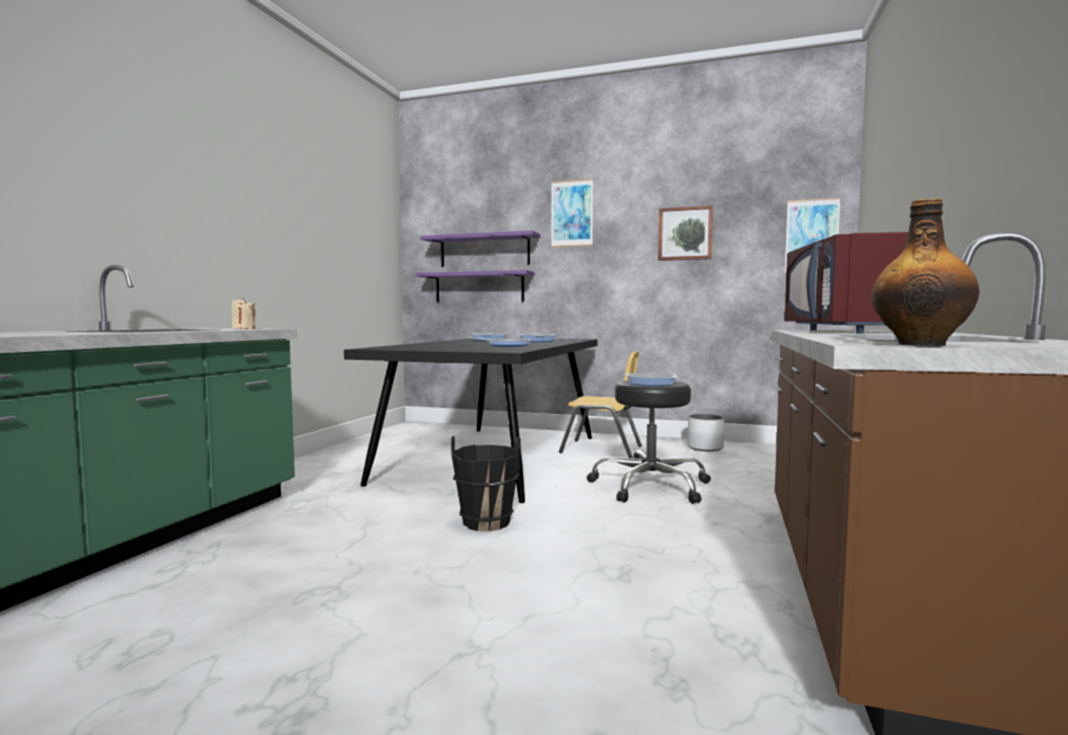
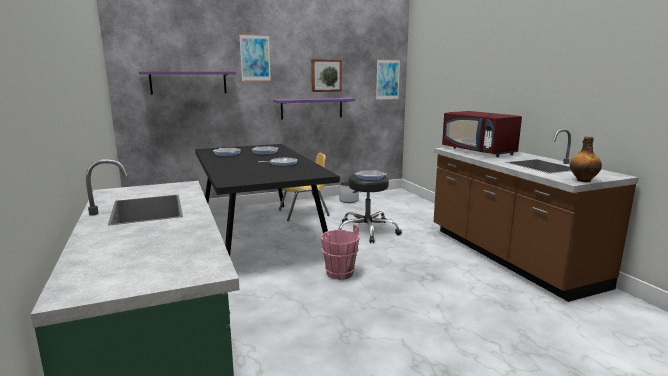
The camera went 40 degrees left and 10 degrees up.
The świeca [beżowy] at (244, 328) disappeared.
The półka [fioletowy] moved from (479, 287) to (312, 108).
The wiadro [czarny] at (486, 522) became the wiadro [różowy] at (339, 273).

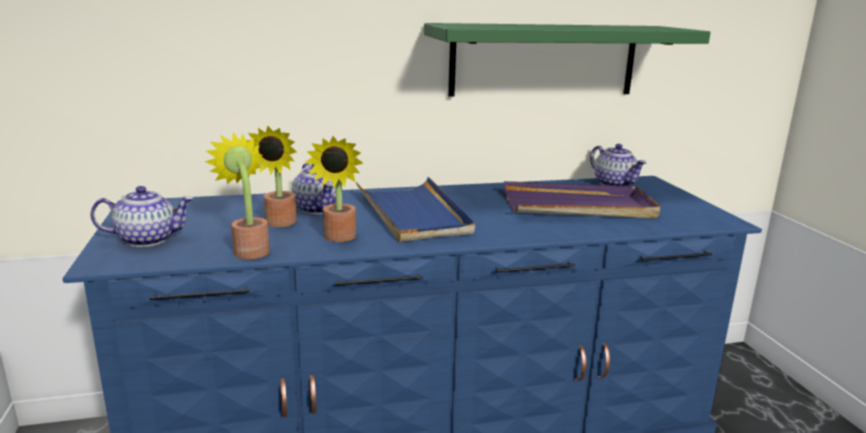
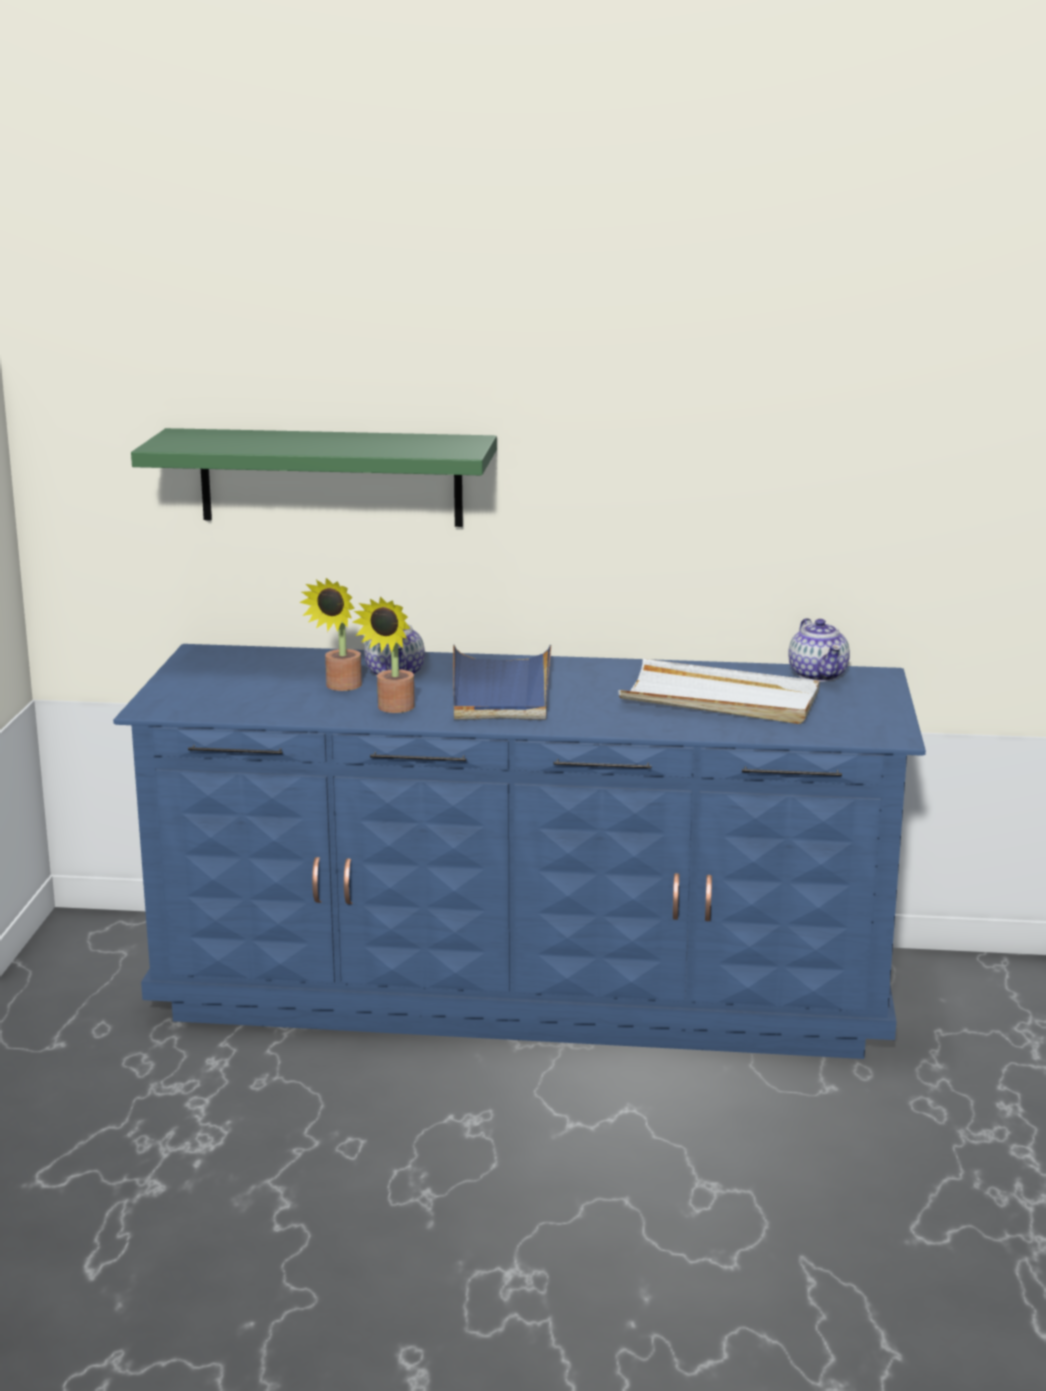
The camera went 20 degrees right and 0 degrees up.
The imbryk at (148, 239) disappeared.
The roślina doniczkowa at (249, 249) disappeared.
The półka [zielony] moved from (544, 60) to (331, 477).
The taca [fioletowy] at (578, 206) became the taca [biały] at (720, 700).

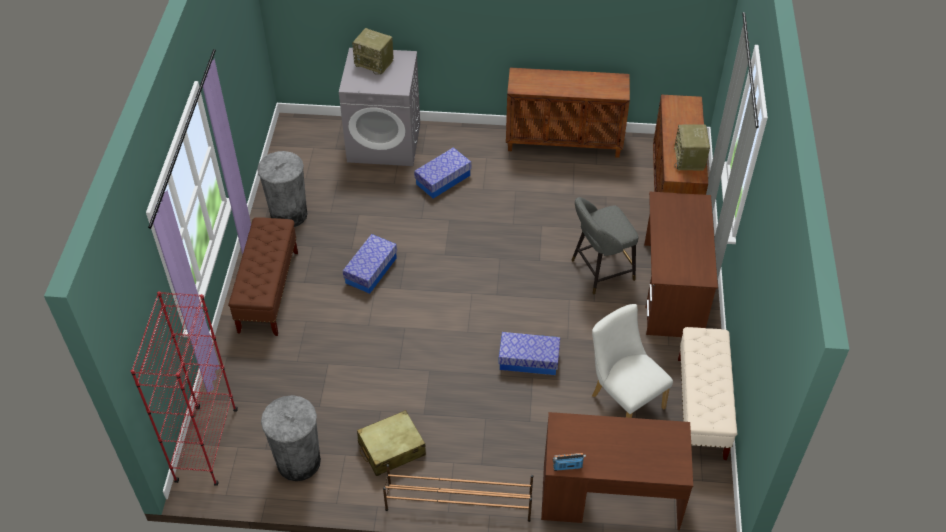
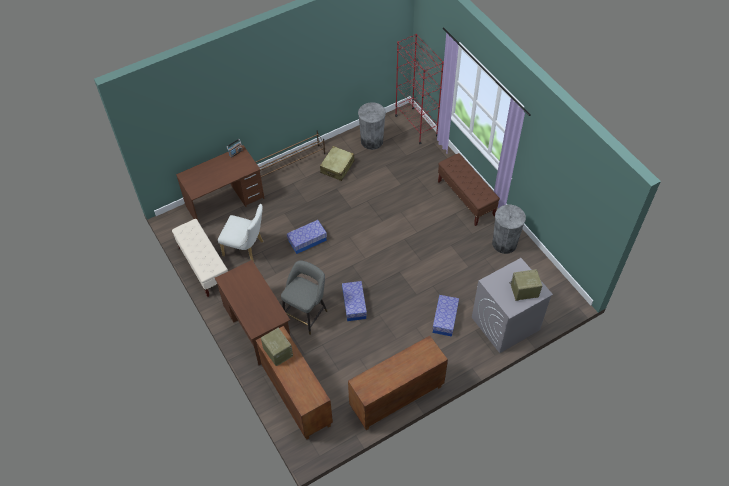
The camera went 145 degrees right and 5 degrees up.
The pojemnik do przechowywania moved from (371, 270) to (354, 305).

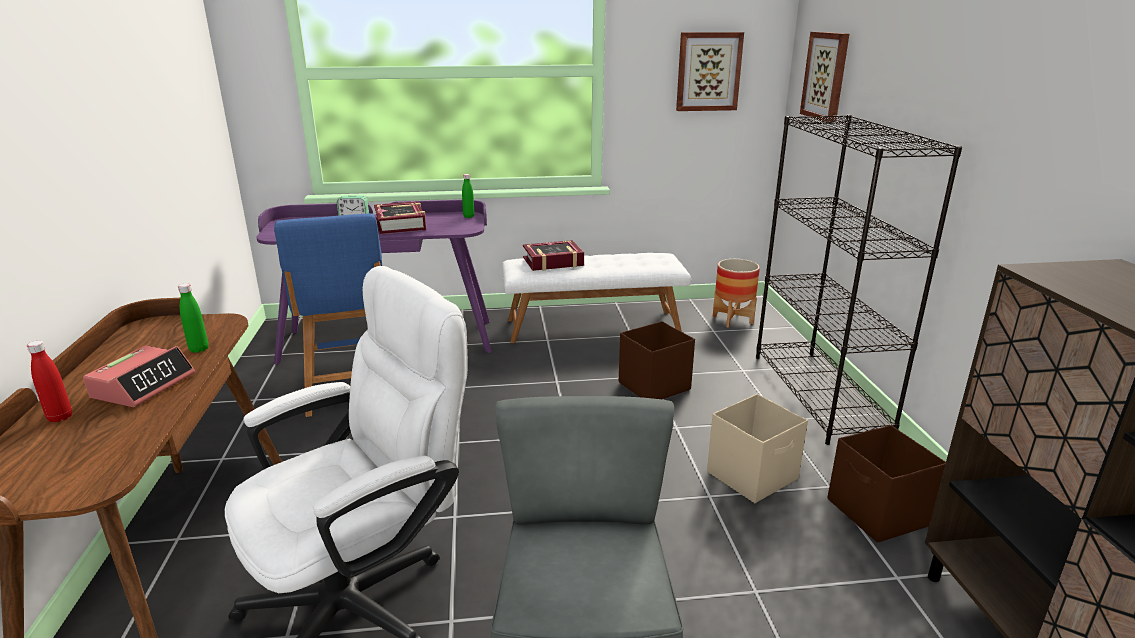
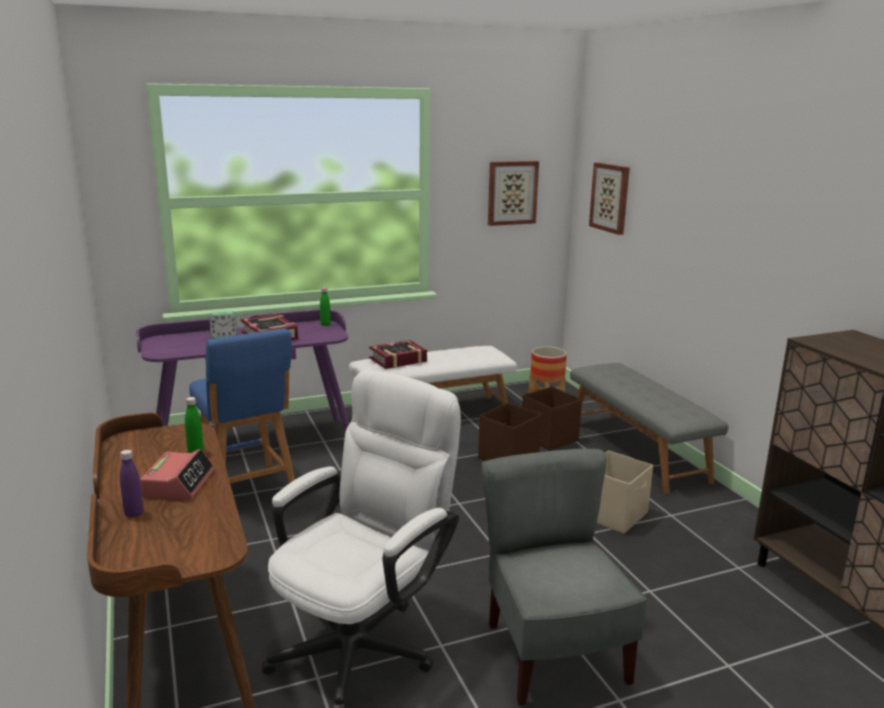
The camera went 15 degrees left and 5 degrees down.
The butelka [czerwony] at (60, 417) became the butelka [fioletowy] at (134, 514).
The regał [czarny] at (819, 394) was replaced by the ławka [szary] at (637, 450).
The pojemnik do przechowywania [brązowy] moved from (878, 513) to (549, 438).

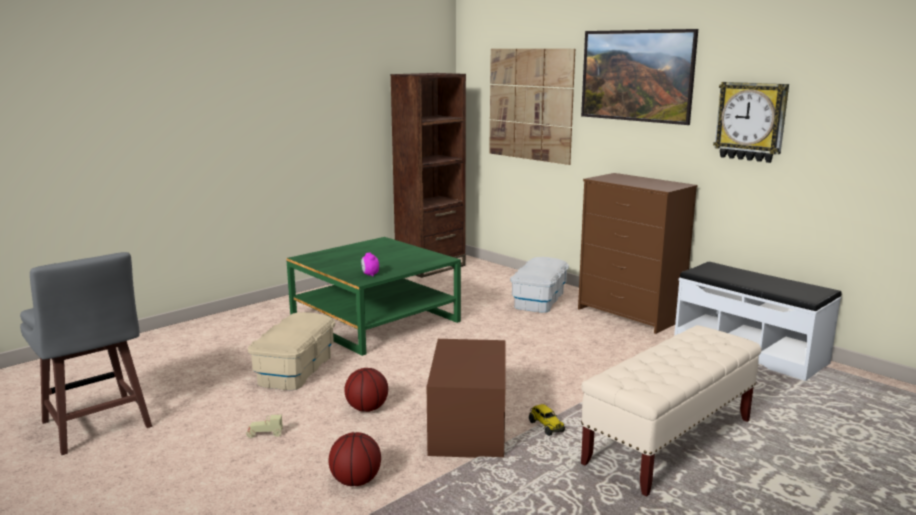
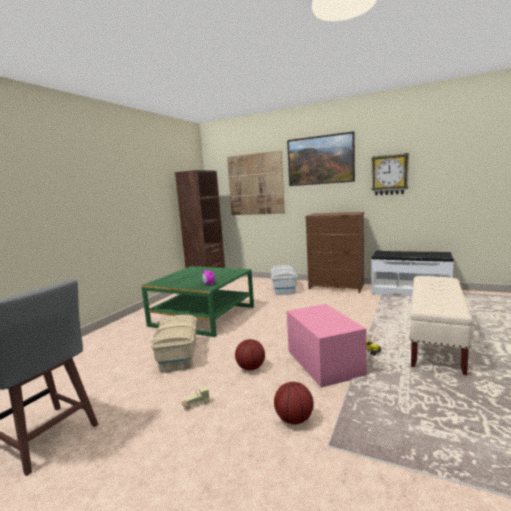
The camera went 20 degrees left and 5 degrees down.
The pojemnik do przechowywania [brązowy] at (468, 426) became the pojemnik do przechowywania [różowy] at (324, 362).

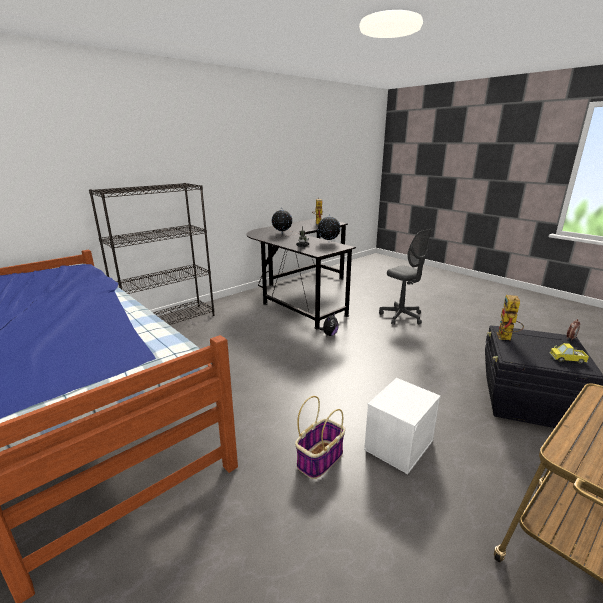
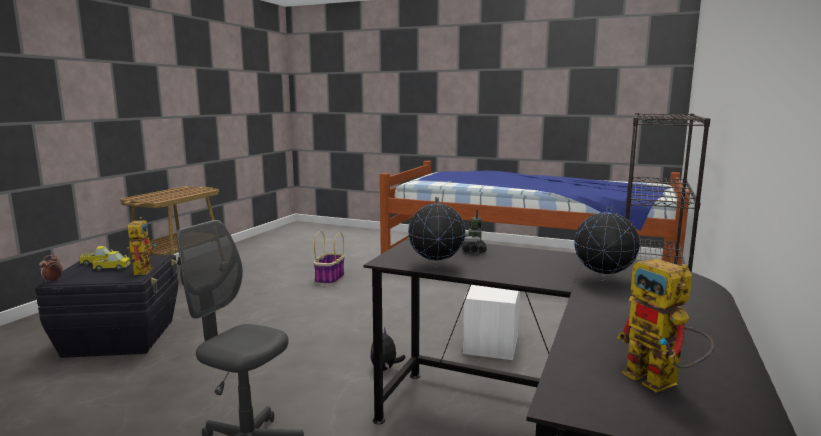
The camera went 155 degrees right and 10 degrees down.
The pojemnik do przechowywania [biały] moved from (398, 444) to (492, 344).
The ciężarówka zabawkowa at (112, 268) appeared.

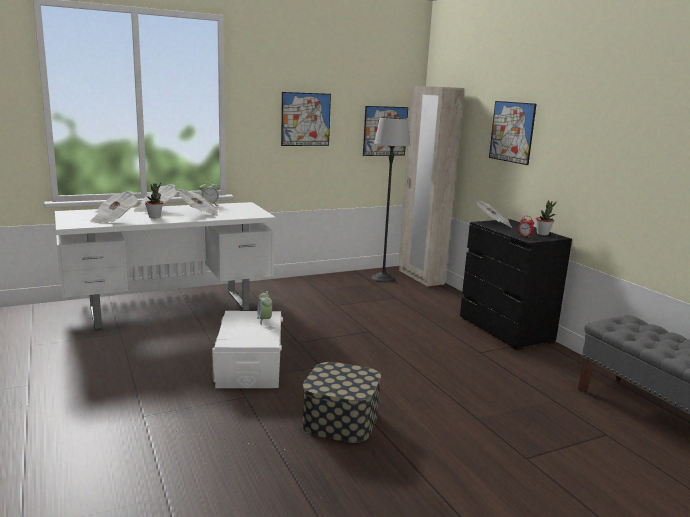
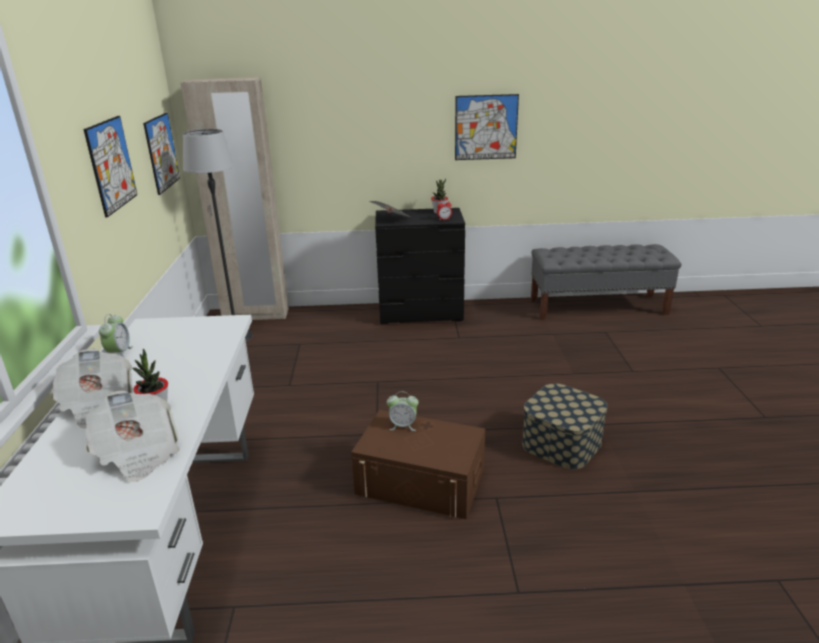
The camera went 65 degrees left and 10 degrees up.
The gazeta at (199, 213) disappeared.
The pojemnik do przechowywania [biały] at (250, 366) became the pojemnik do przechowywania [brązowy] at (420, 481).
The obraz moved from (511, 132) to (486, 127).

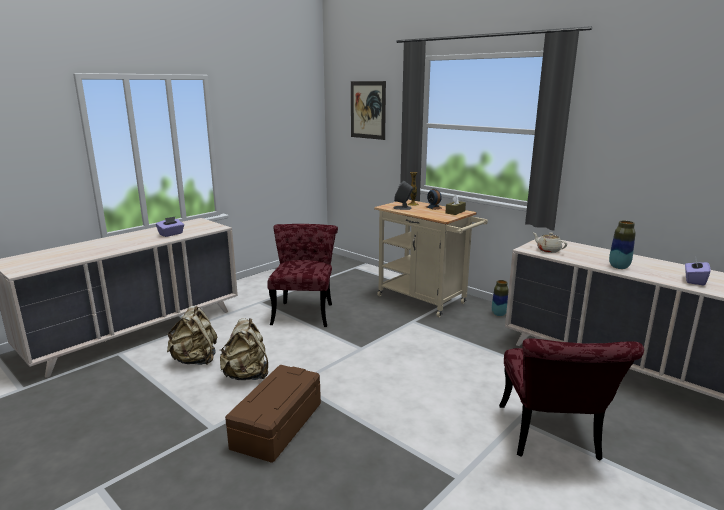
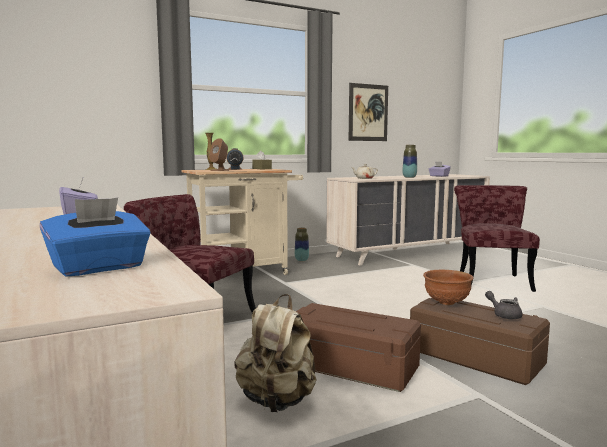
The camera went 70 degrees left and 10 degrees down.
The plecak [beżowy] at (247, 375) was replaced by the pojemnik do przechowywania [brązowy] at (352, 365).
The obraz moved from (368, 110) to (368, 112).
The głośnik [szary] at (402, 208) became the głośnik [brązowy] at (220, 170).
The krzesło [czerwony] at (551, 439) turned 105 degrees counterclockwise.
The pudełko chusteczek [niebieski] at (99, 268) appeared.
The miska [brązowy] at (446, 302) appeared.
The imbryk [szary] at (504, 315) appeared.

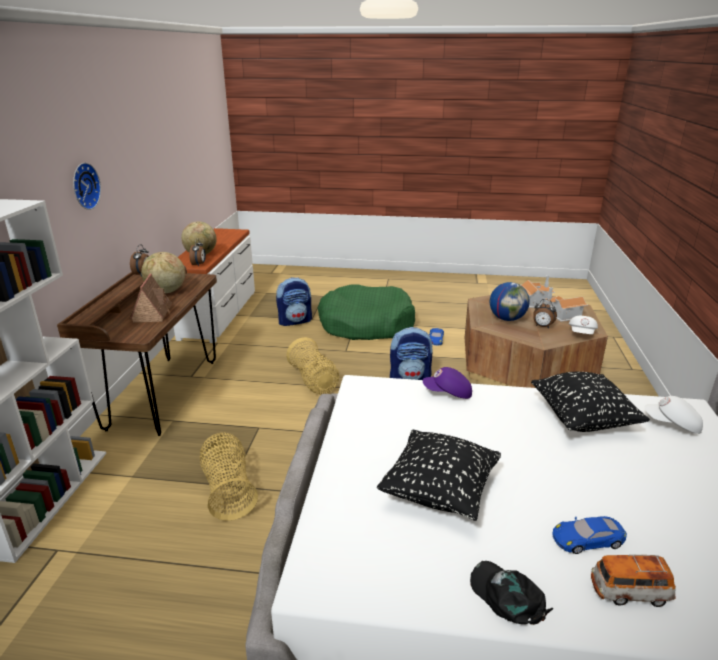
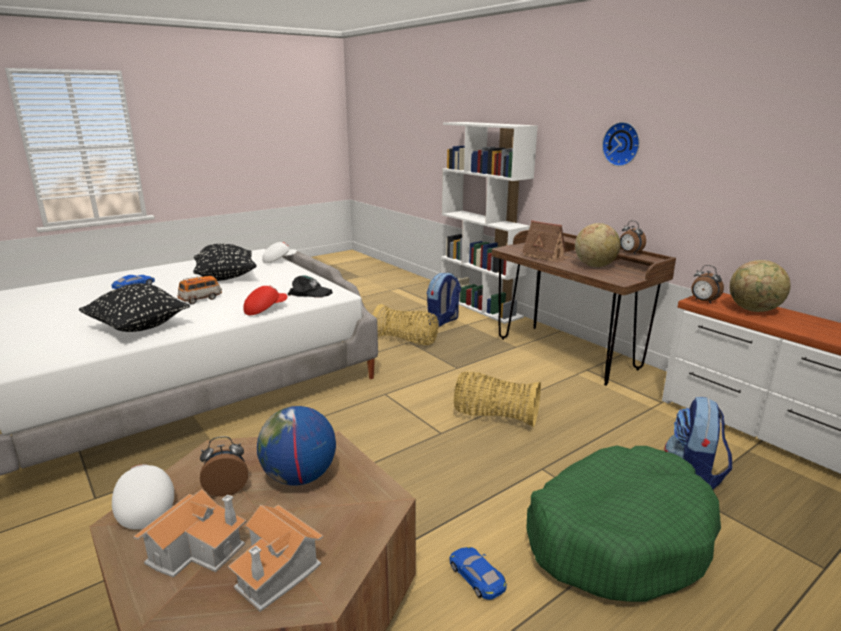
The camera went 135 degrees right and 5 degrees down.
The plecak moved from (410, 378) to (443, 321).
The czapka z daszkiem [fioletowy] at (448, 393) became the czapka z daszkiem [czerwony] at (265, 309).
The czapka z daszkiem [czarny] moved from (507, 596) to (310, 293).
The samochodzik moved from (629, 592) to (201, 299).
The czapka z daszkiem [biały] moved from (672, 425) to (279, 260).

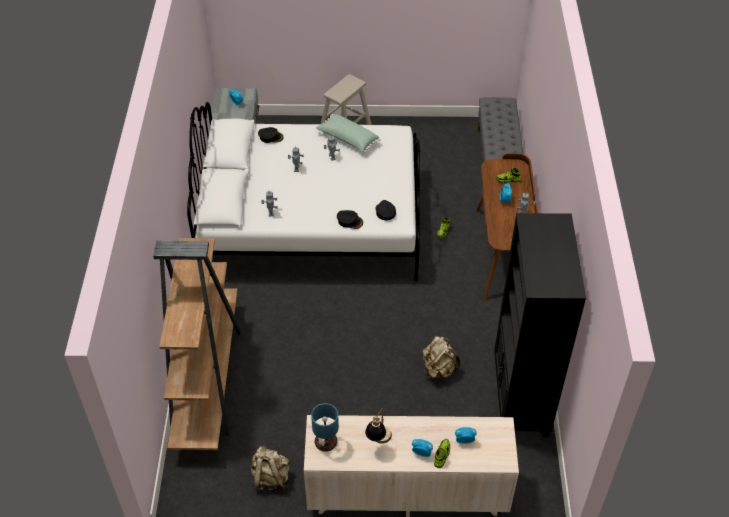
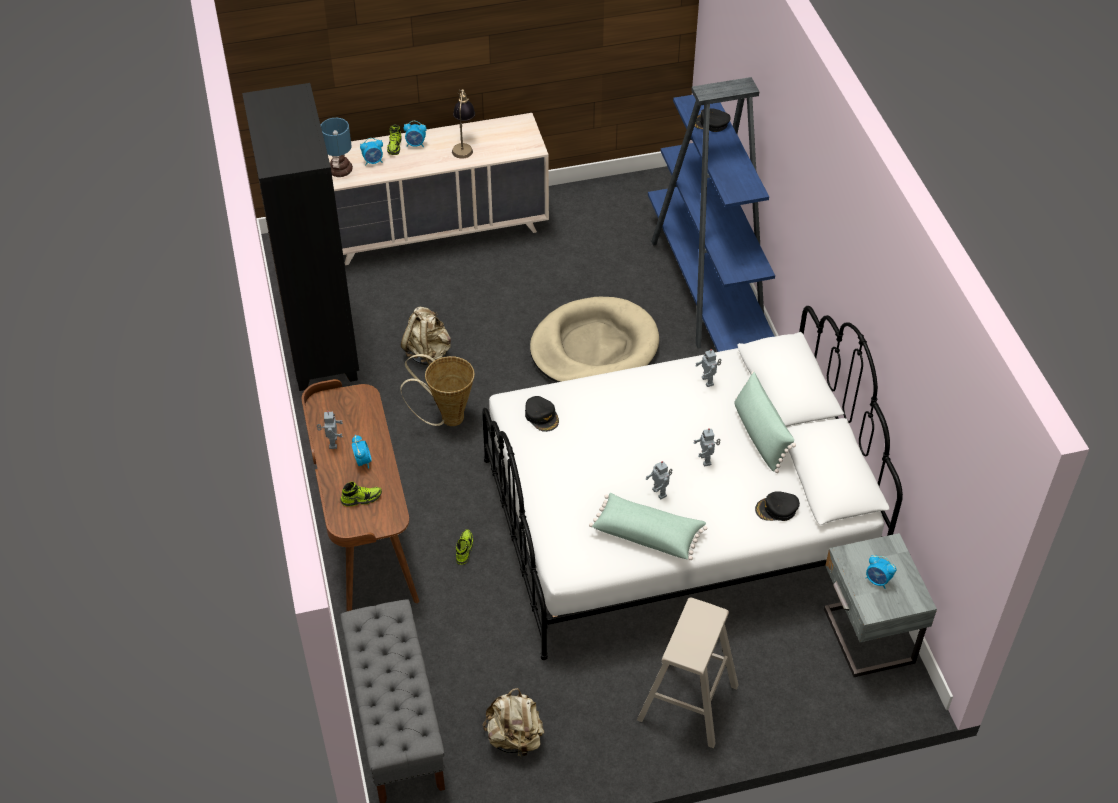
The camera went 165 degrees right and 0 degrees up.
The regał [brązowy] at (207, 379) became the regał [niebieski] at (708, 289).
The plecak [beżowy] moved from (270, 478) to (515, 738).
The lampa stołowa moved from (326, 442) to (340, 171).
The czapka z daszkiem [czarny] moved from (350, 221) to (710, 123).
The koszyk at (447, 418) appeared.
The legowisko [beżowy] at (594, 348) appeared.
The poduszka [zielony] at (760, 435) appeared.

